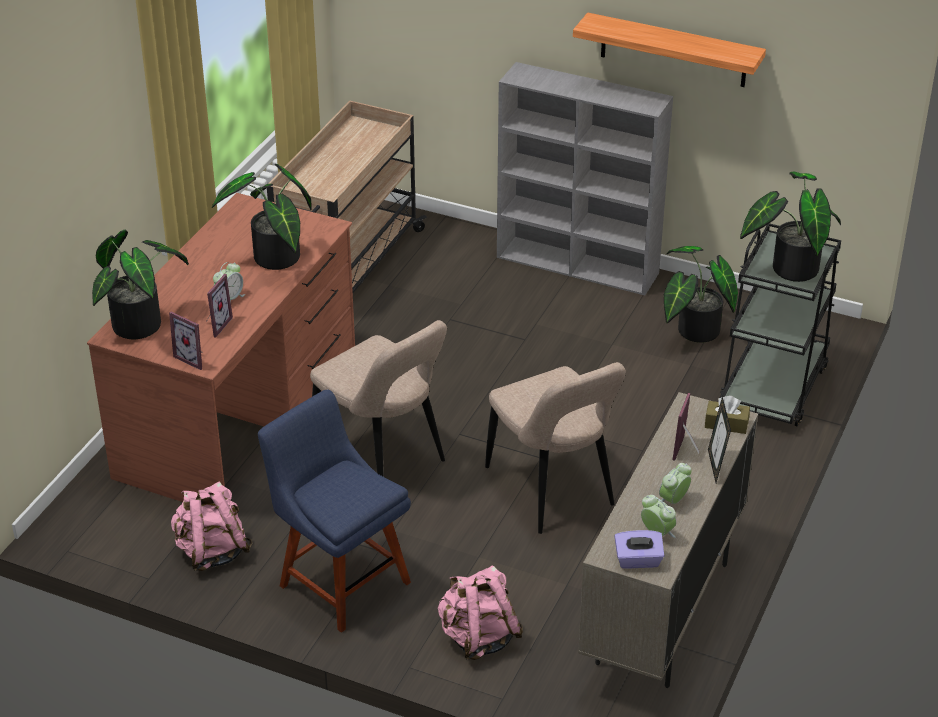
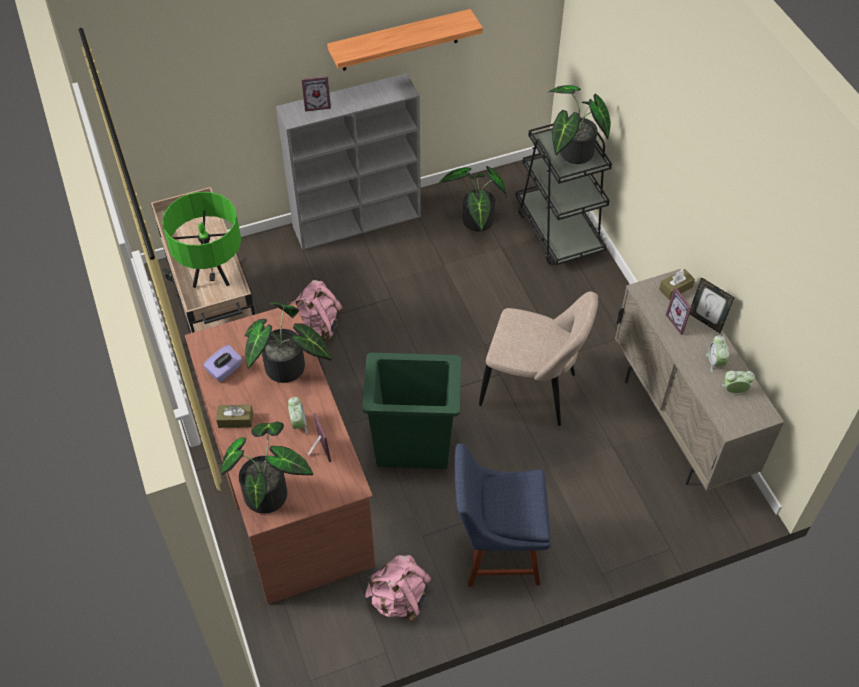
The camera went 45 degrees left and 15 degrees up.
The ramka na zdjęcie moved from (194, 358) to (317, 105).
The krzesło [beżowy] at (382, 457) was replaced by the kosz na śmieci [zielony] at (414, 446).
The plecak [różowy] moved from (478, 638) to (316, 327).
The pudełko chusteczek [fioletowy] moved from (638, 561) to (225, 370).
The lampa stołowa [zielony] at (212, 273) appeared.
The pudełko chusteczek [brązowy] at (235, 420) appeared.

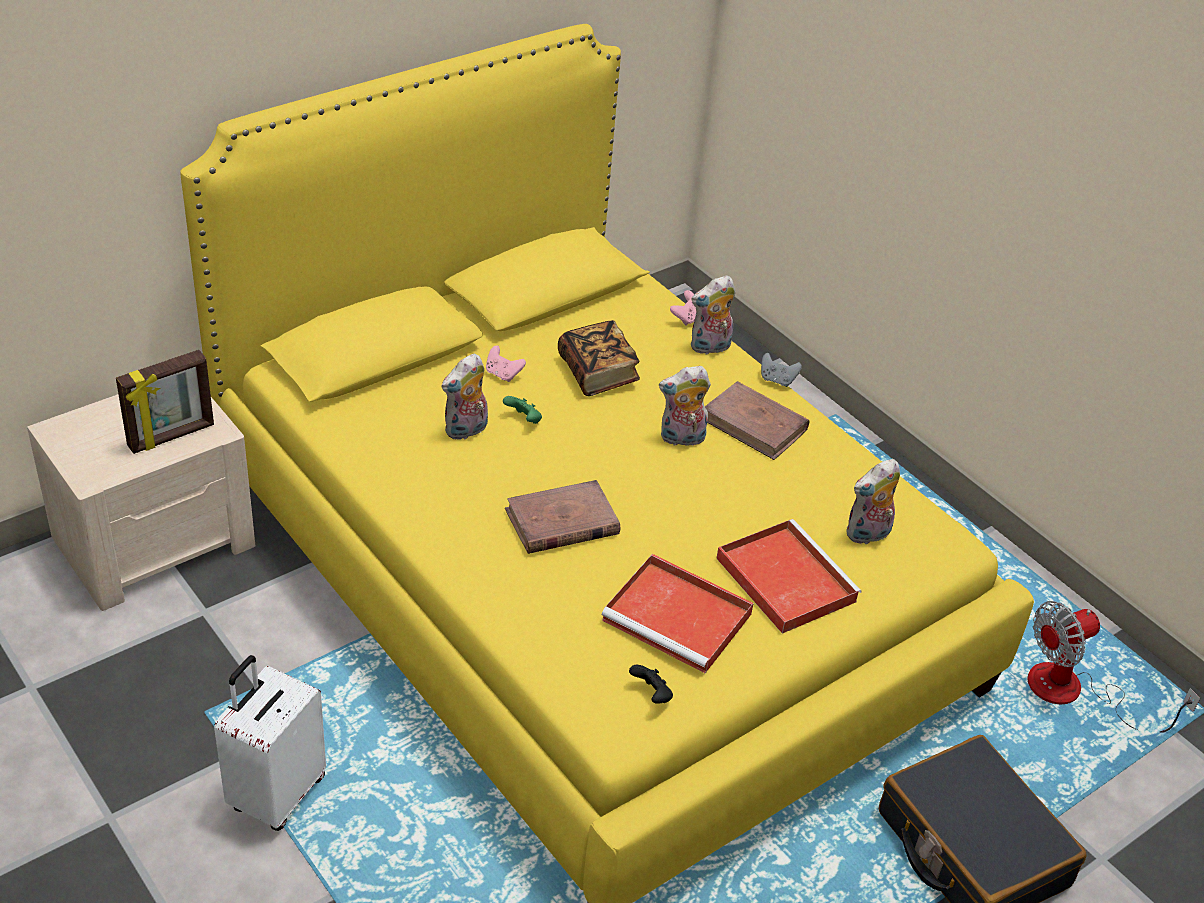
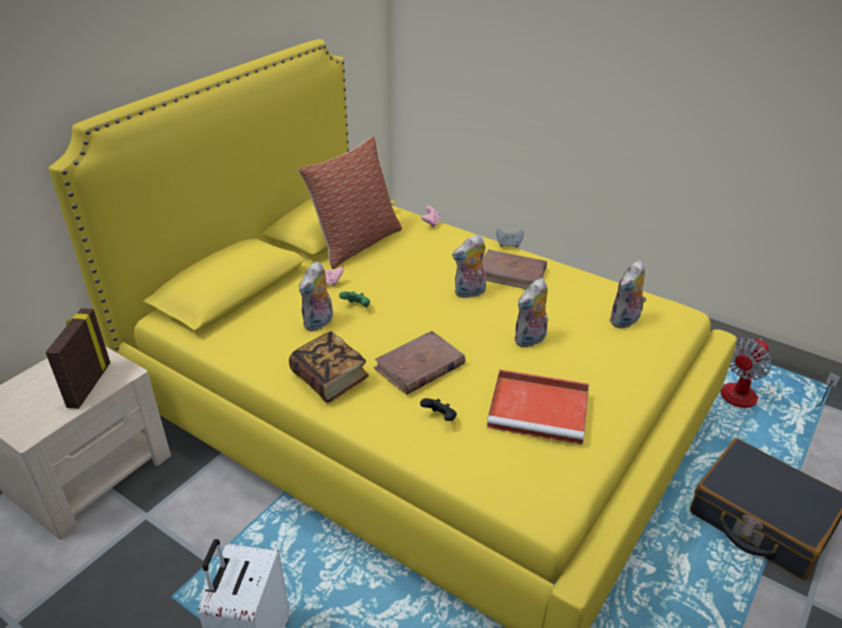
The camera went 15 degrees left and 5 degrees down.
The ramka na zdjęcie at (171, 437) turned 150 degrees clockwise.
The książka moved from (597, 373) to (330, 379).
The pad do gier [czarny] moved from (651, 695) to (440, 418).
The pluszak moved from (710, 347) to (530, 340).
The taca [czerwony] at (783, 578) disappeared.
The poduszka at (356, 243) appeared.

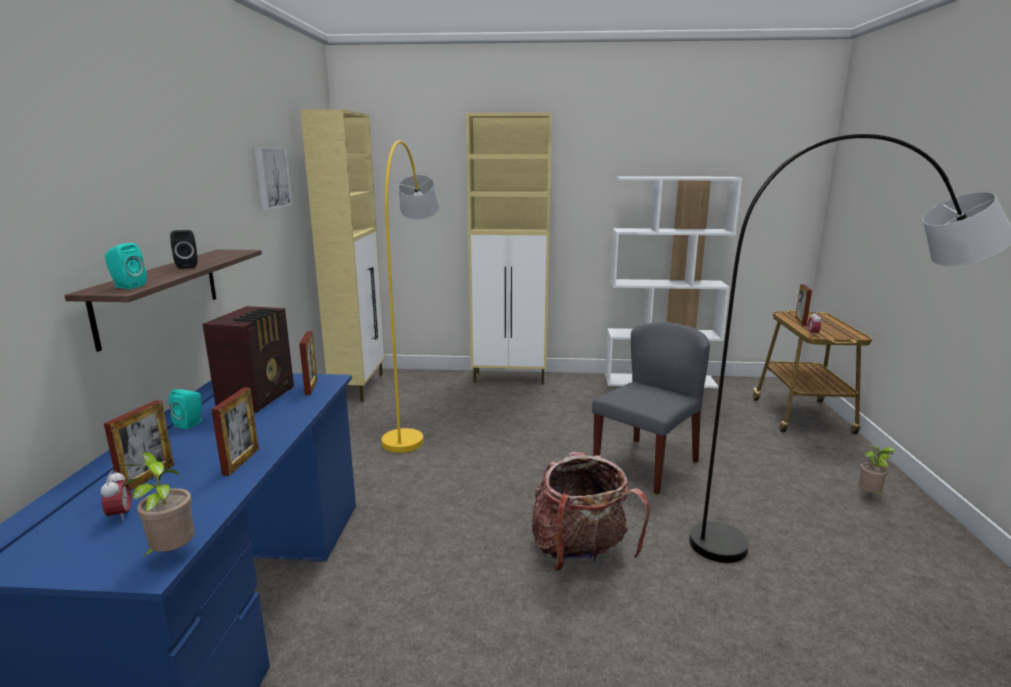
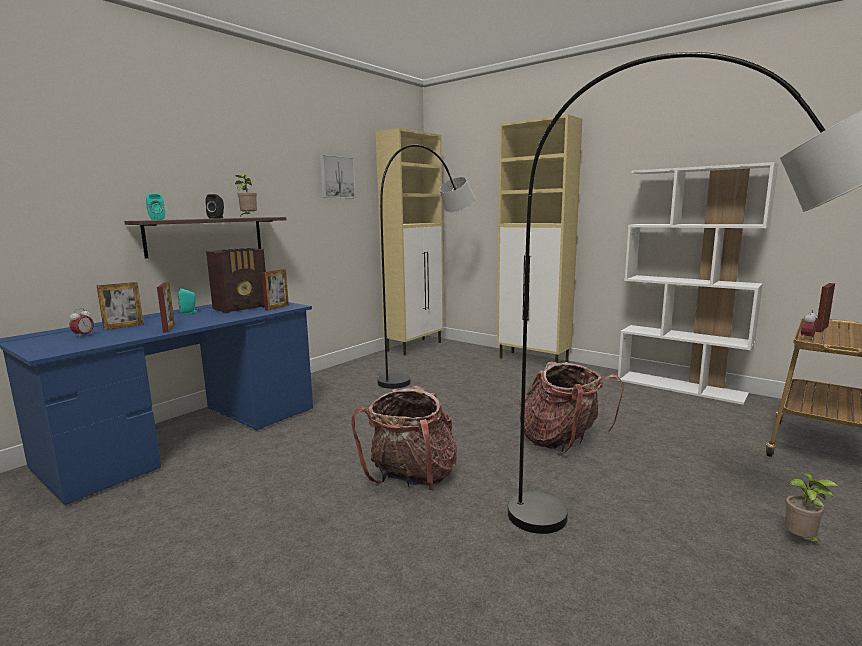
The camera went 35 degrees right and 5 degrees down.
The roślina doniczkowa moved from (171, 554) to (248, 217).
The ramka na zdjęcie at (241, 461) turned 60 degrees counterclockwise.
The lampa stojąca [żółty] at (417, 411) became the lampa stojąca [czarny] at (431, 367).
The krzesło [szary] at (646, 464) was replaced by the plecak at (562, 441).

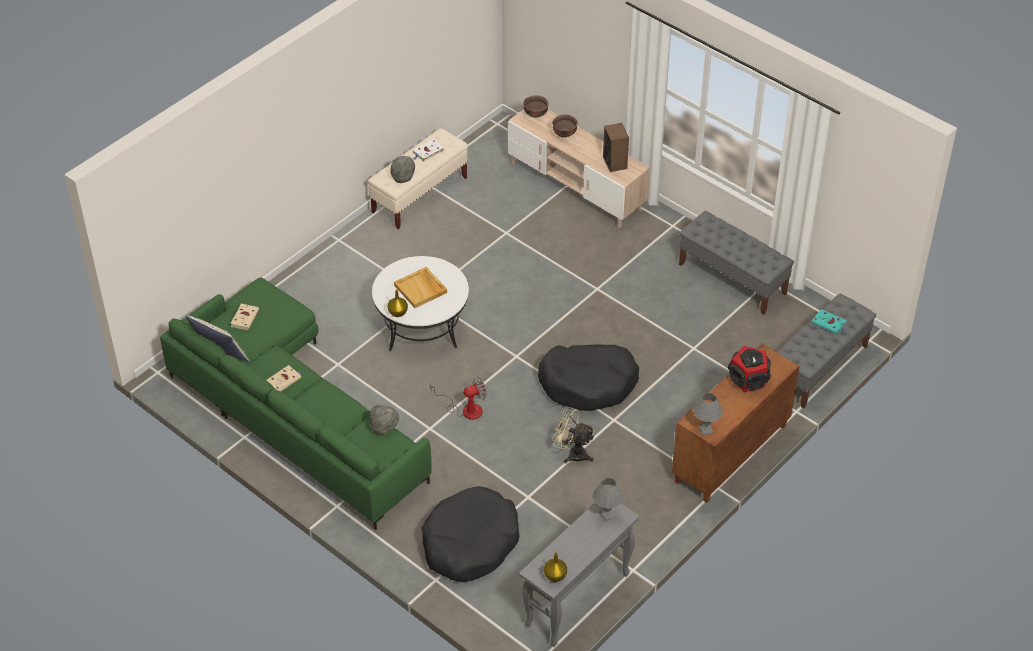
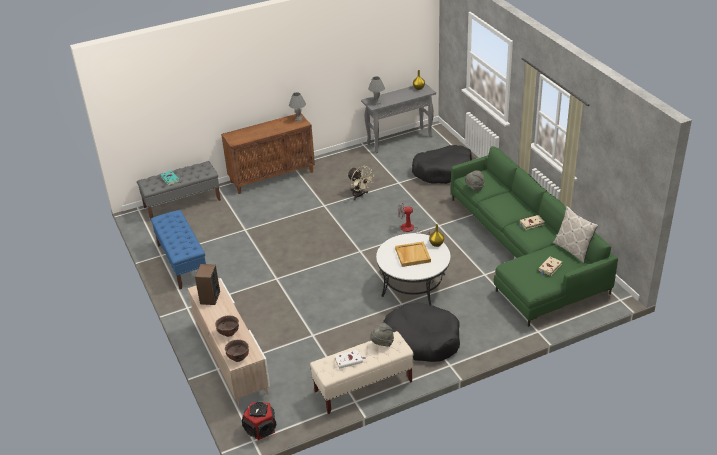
The camera went 155 degrees left and 10 degrees down.
The legowisko [czarny] moved from (588, 383) to (421, 340).
The ławka [szary] at (732, 279) became the ławka [niebieski] at (182, 262).
The głośnik moved from (748, 379) to (260, 429).

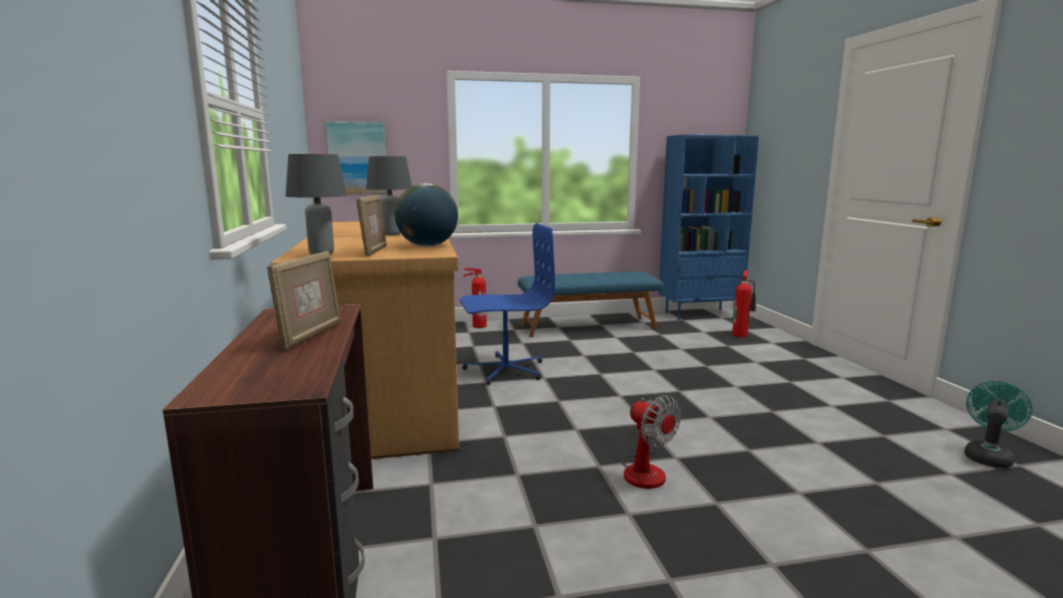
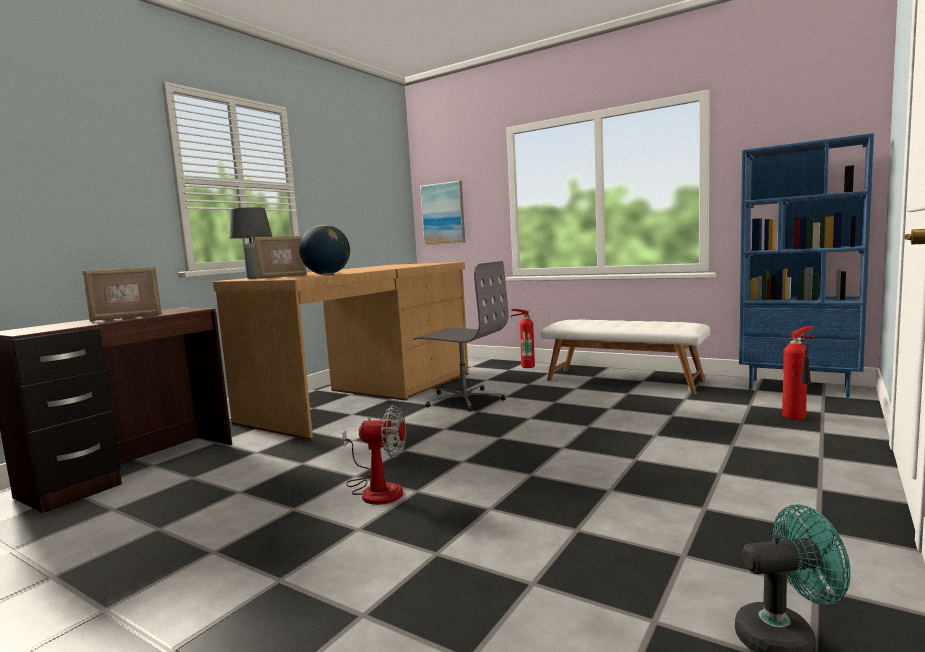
The camera went 45 degrees right and 5 degrees down.
The lampa stołowa [szary] at (391, 234) disappeared.
The krzesło biurowe [niebieski] at (505, 370) became the krzesło biurowe [szary] at (464, 400).
The ławka [niebieski] at (588, 327) became the ławka [biały] at (623, 380).
The wentylator at (645, 469) turned 90 degrees counterclockwise.

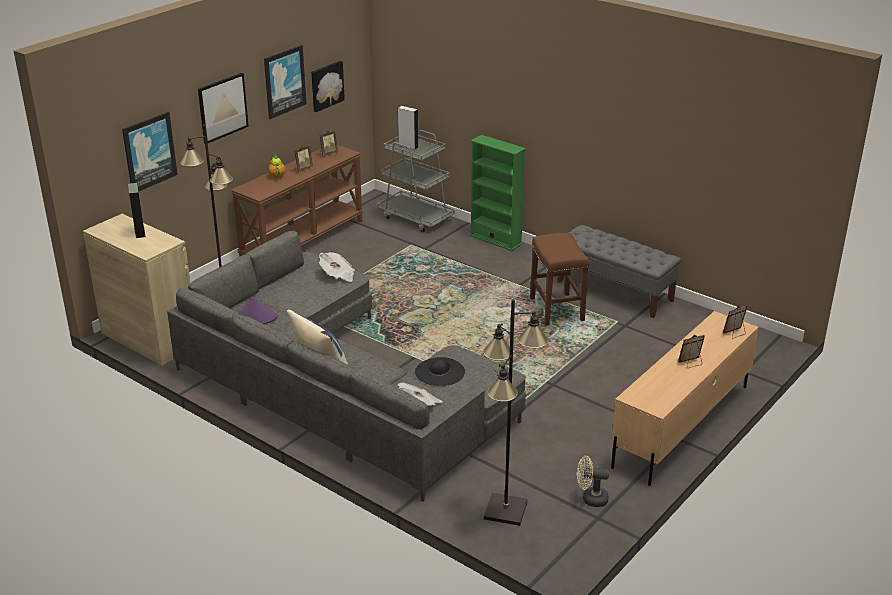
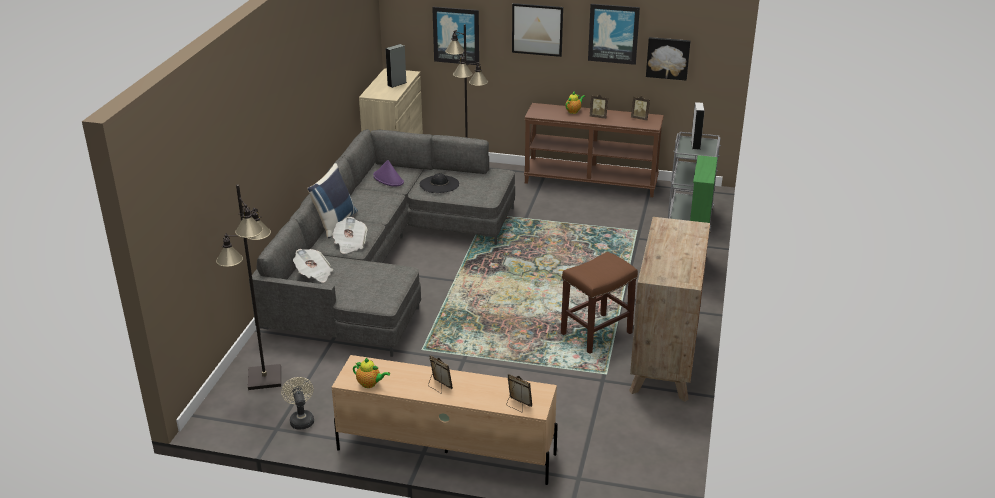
The camera went 65 degrees right and 0 degrees up.
The gazeta moved from (337, 275) to (350, 244).
The kapelusz [czarny] moved from (440, 372) to (439, 184).
The ławka [szary] at (615, 291) was replaced by the komoda [brązowy] at (664, 360).
The imbryk at (370, 384) appeared.

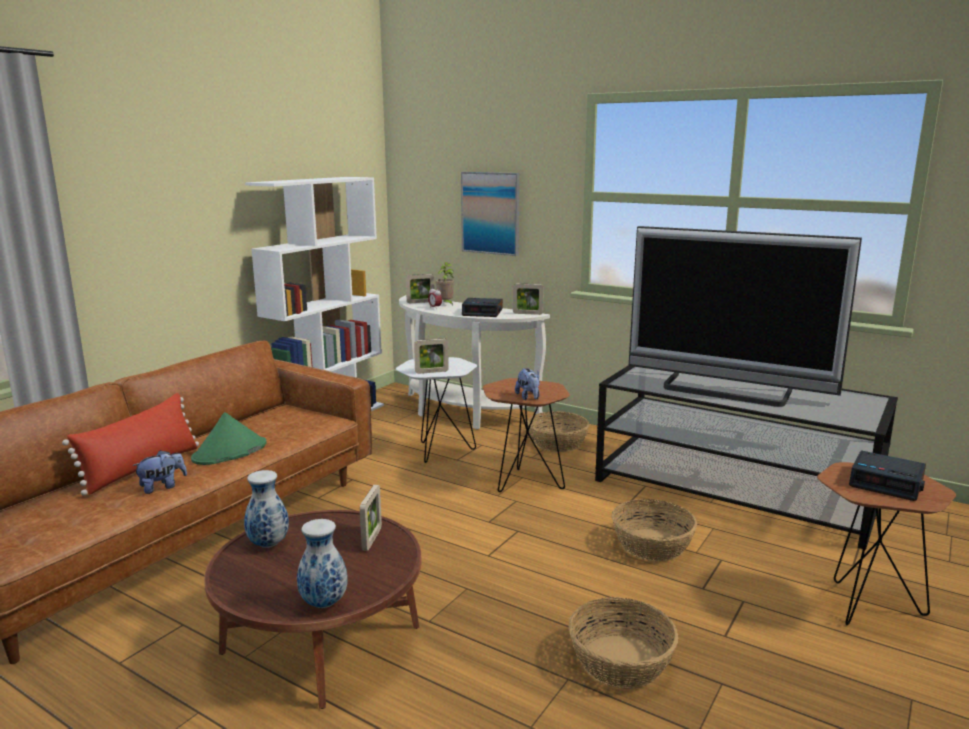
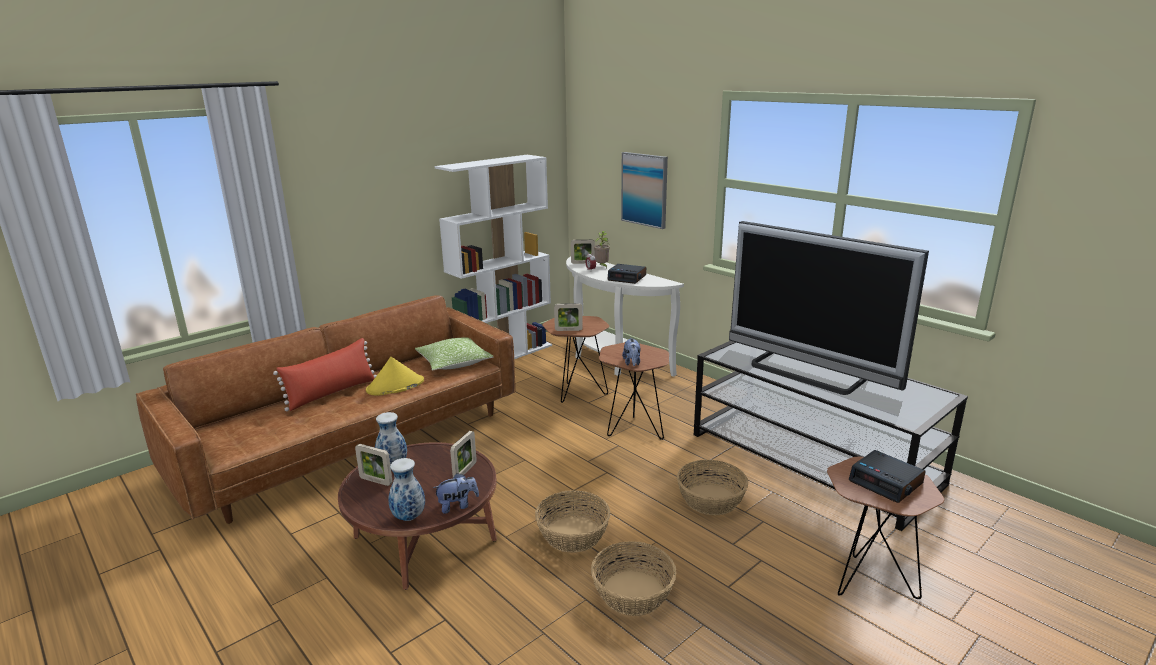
The camera went 15 degrees right and 5 degrees up.
The pluszak moved from (162, 487) to (457, 505).
The kapelusz [zielony] at (229, 452) became the kapelusz [żółty] at (395, 386).
The stolik [biały] at (438, 451) became the stolik [brązowy] at (576, 393).
The ramka na zdjęcie moved from (527, 313) to (376, 481).
The koszyk moved from (558, 443) to (573, 534).
The poduszka at (454, 363) appeared.

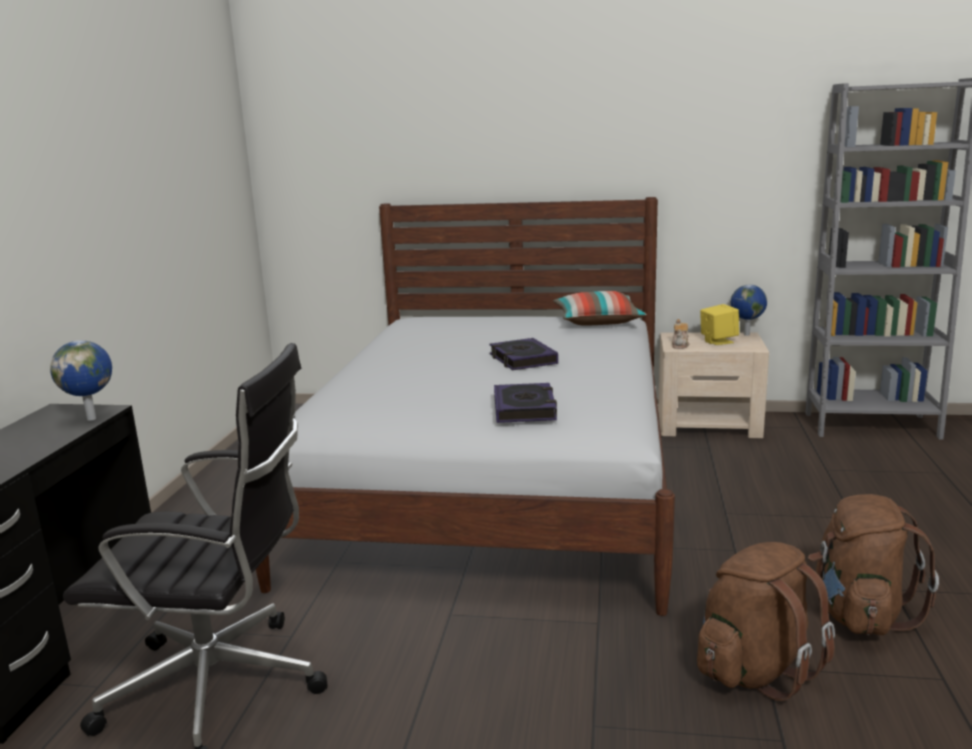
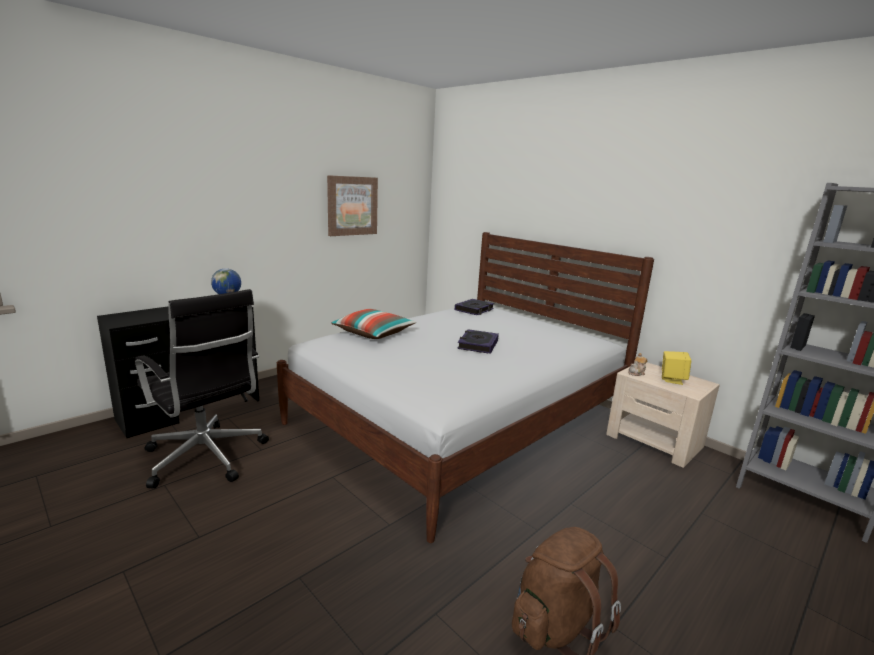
The camera went 35 degrees right and 0 degrees up.
The książka moved from (524, 409) to (474, 310).
The poduszka moved from (598, 322) to (373, 333).
The plecak [brązowy] at (755, 669) disappeared.
The globus at (746, 335) disappeared.
The obraz at (352, 206) appeared.

